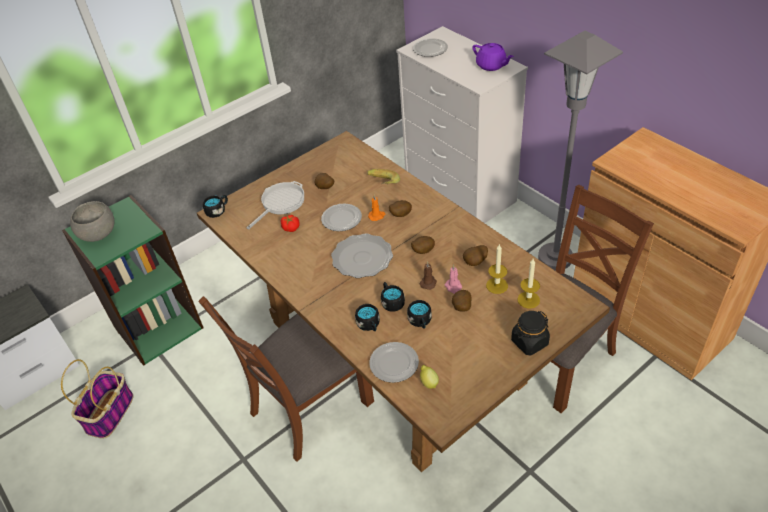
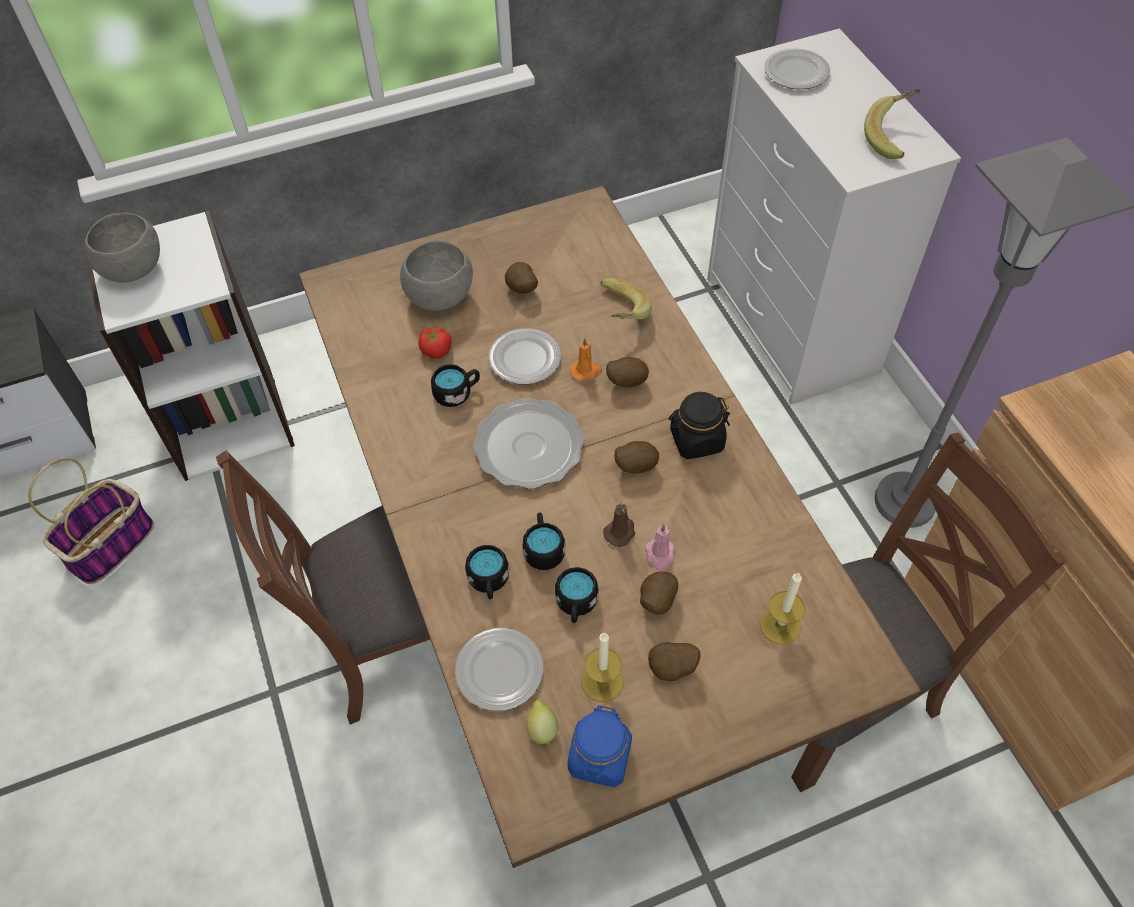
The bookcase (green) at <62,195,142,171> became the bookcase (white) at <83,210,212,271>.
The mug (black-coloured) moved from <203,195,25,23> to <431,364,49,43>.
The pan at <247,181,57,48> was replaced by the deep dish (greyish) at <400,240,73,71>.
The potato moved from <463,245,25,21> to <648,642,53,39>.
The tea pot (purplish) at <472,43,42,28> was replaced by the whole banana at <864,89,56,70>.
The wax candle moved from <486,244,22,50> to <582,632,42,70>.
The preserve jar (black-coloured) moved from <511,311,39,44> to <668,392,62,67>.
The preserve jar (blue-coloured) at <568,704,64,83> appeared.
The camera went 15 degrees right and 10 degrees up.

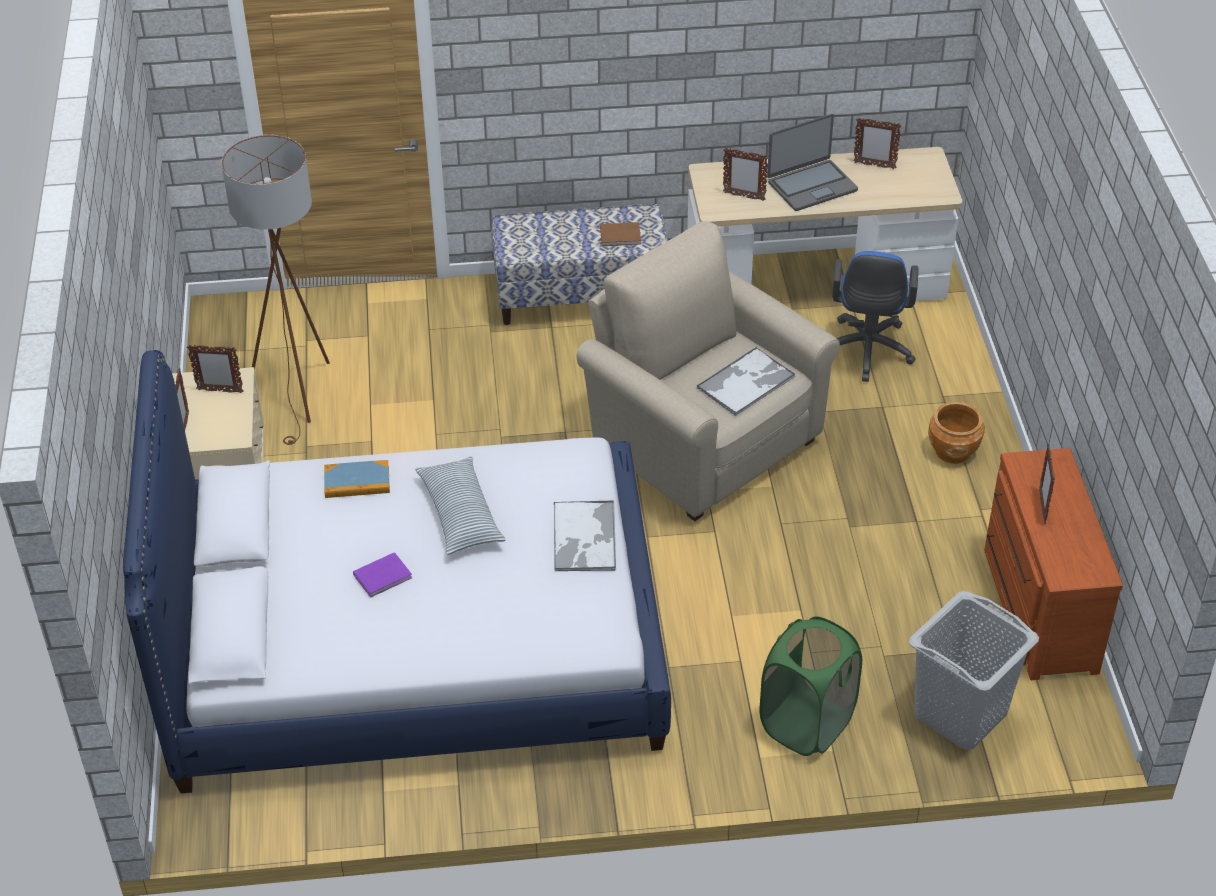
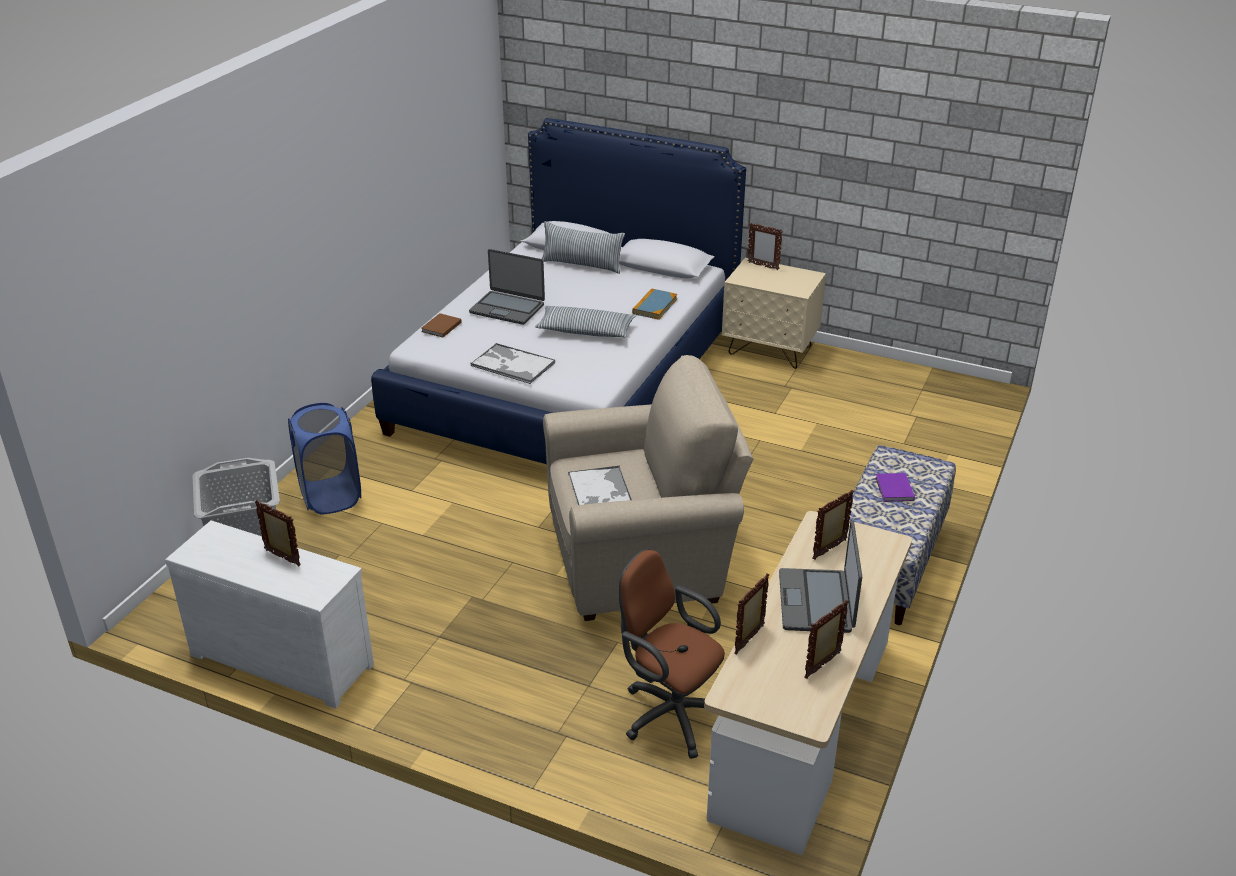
The photo frame moved from <187,345,57,48> to <734,573,36,81>.
The floor lamp (brown-coloured) at <221,135,109,310> disappeared.
The bound book (purplish) moved from <353,552,59,46> to <875,473,40,29>.
The bound book (brown-coloured) moved from <600,222,41,24> to <421,313,41,24>.
The hamper (green) at <760,616,102,140> became the hamper (blue-coloured) at <288,403,73,111>.
The computer chair (blue-coloured) at <832,251,86,131> became the computer chair (brown-coloured) at <619,549,106,210>.
The flower pot (brown-coloured) at <928,402,57,62> disappeared.
The dresser (brown-coloured) at <984,448,139,232> became the dresser (white) at <165,520,209,189>.
The laptop at <469,249,76,76> appeared.
The cushion at <541,221,84,53> appeared.
The camera went 120 degrees right and 10 degrees down.

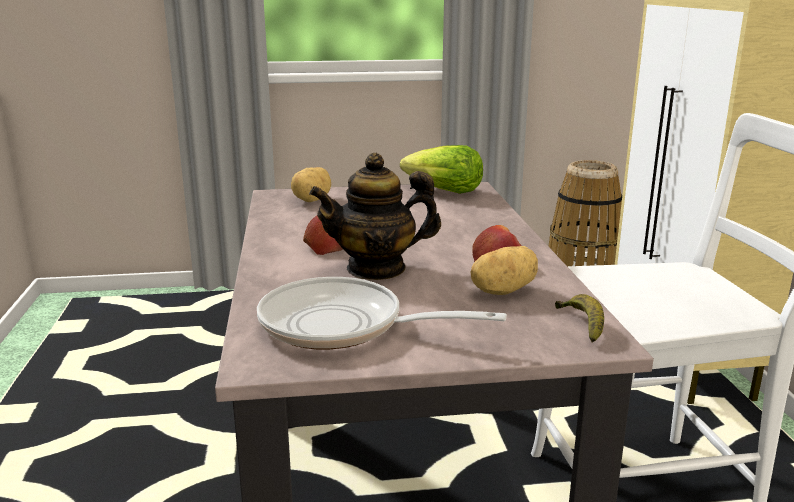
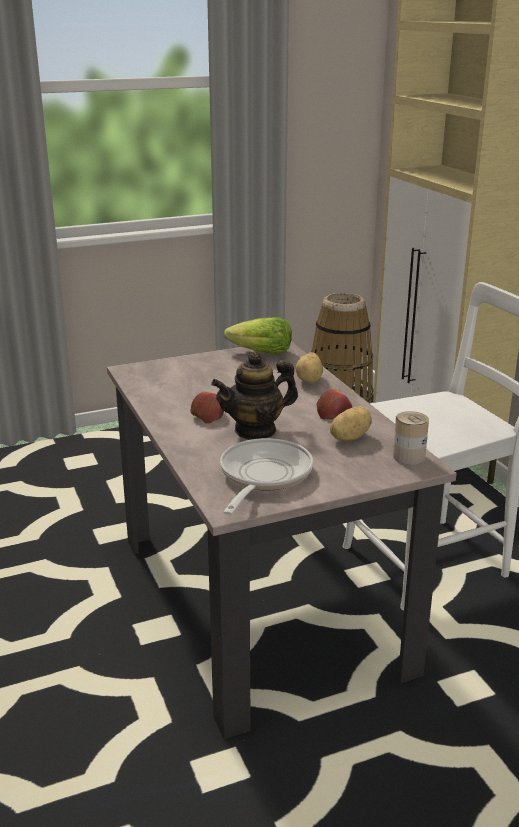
The pan at <257,277,250,72> turned 105 degrees clockwise.
The potato moved from <291,167,40,35> to <296,352,27,31>.
The whole banana at <555,294,49,48> was replaced by the sealed can at <393,411,36,54>.
The camera went 15 degrees left and 5 degrees up.

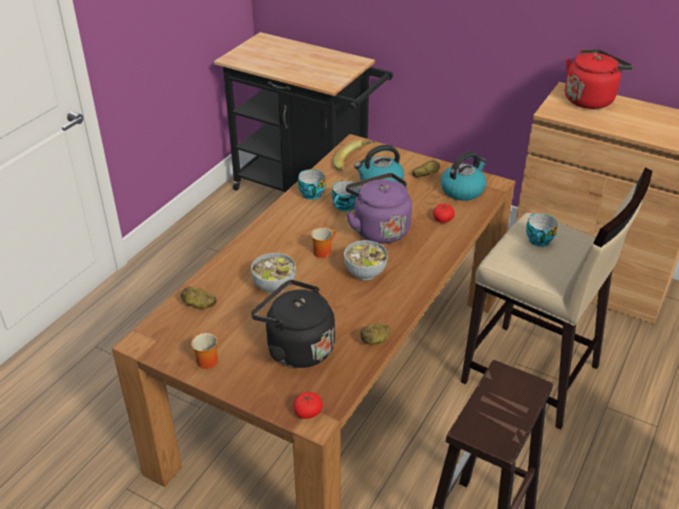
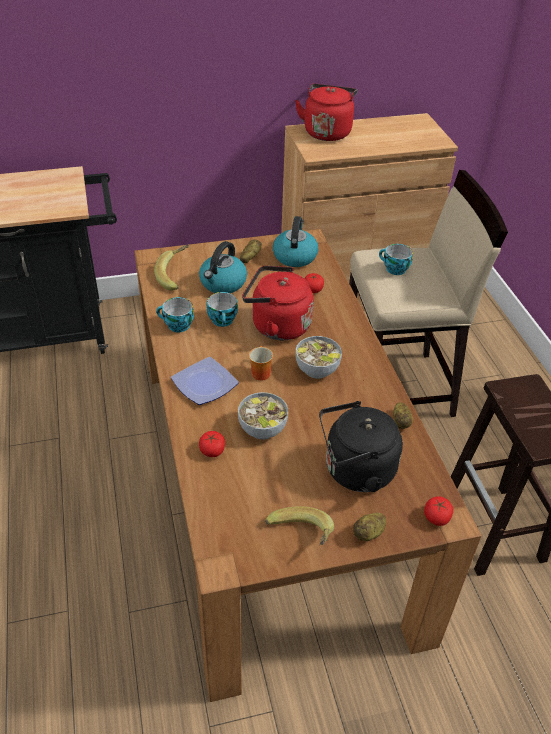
The potato moved from <181,286,36,23> to <353,513,33,28>.
The mug at <191,332,27,37> was replaced by the whole banana at <265,506,69,40>.
The water kettle (purplish) at <346,173,66,71> became the water kettle (reddish) at <242,266,72,74>.
The dinner plate at <171,357,68,48> appeared.
The whole tomato at <199,431,26,26> appeared.
The camera went 45 degrees left and 5 degrees up.

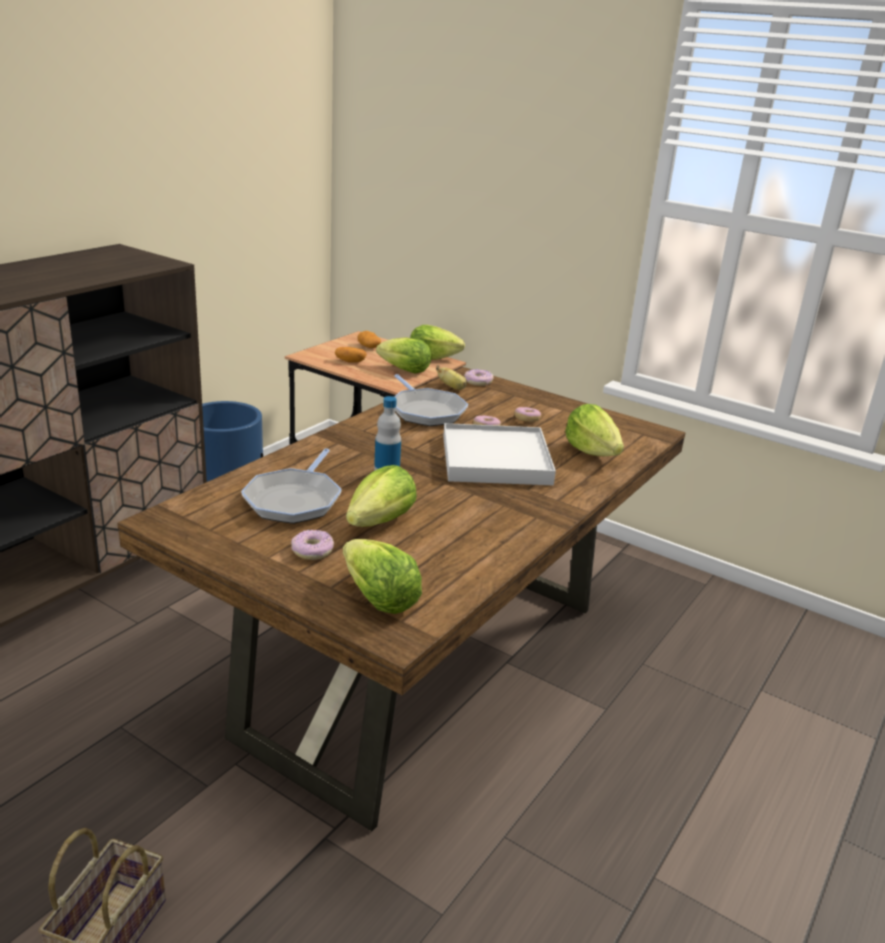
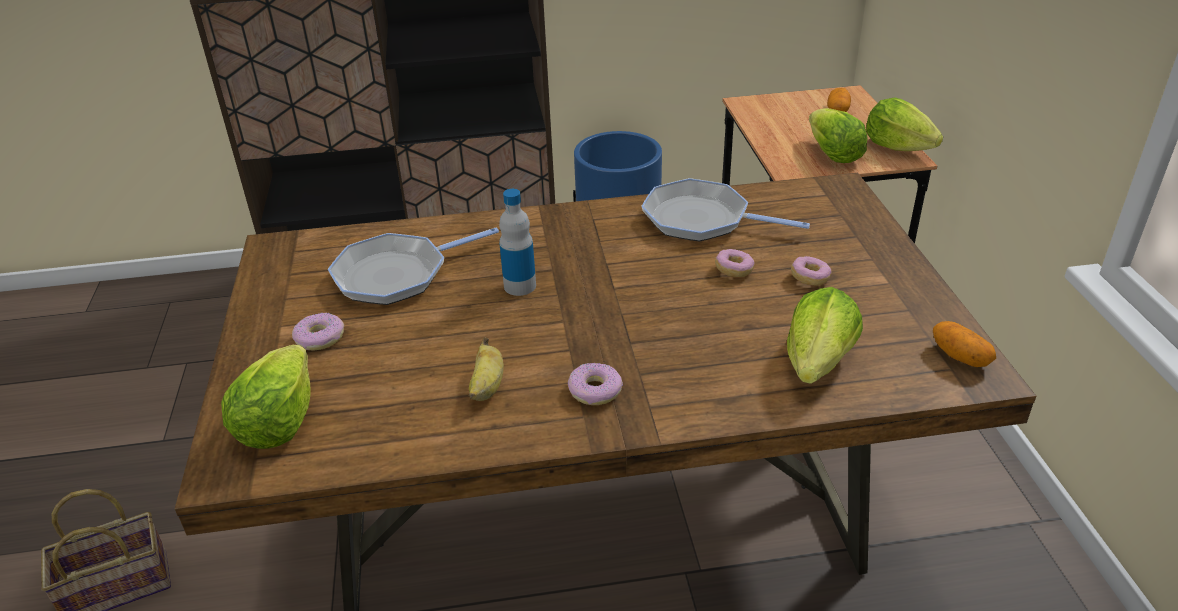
The potato moved from <335,347,32,16> to <933,321,63,46>.
The lettuce head at <346,465,71,62> disappeared.
The pan at <394,374,74,52> turned 90 degrees clockwise.
The whole banana moved from <436,365,31,25> to <469,337,35,64>.
The tray (white) at <443,423,113,62> disappeared.
The donut moved from <464,369,30,17> to <568,363,55,42>.
The camera went 50 degrees right and 10 degrees up.

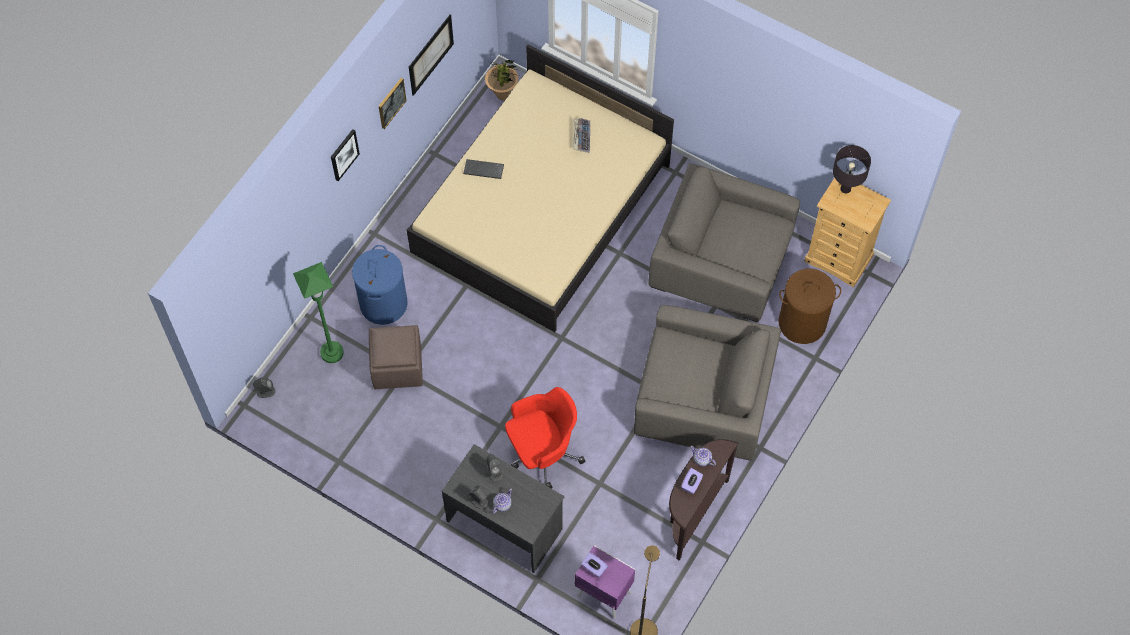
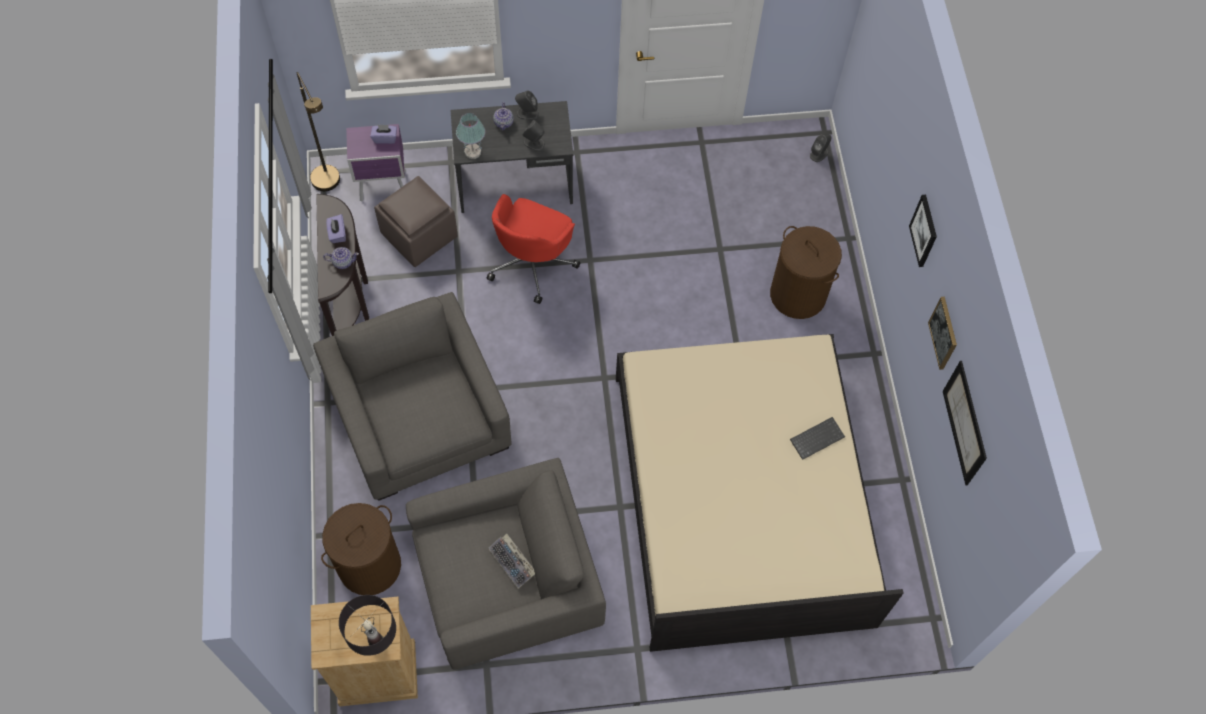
The floor lamp (green) at <293,262,51,101> disappeared.
The hamper (blue-coloured) at <352,245,56,80> became the hamper (brown-coloured) at <770,226,72,93>.
The footrest (brown-coloured) moved from <369,325,54,64> to <374,176,83,91>.
The houseplant at <485,60,34,41> disappeared.
The computer keyboard moved from <573,118,17,35> to <488,534,47,55>.
The armchair (greyish) at <634,305,147,156> turned 90 degrees clockwise.
The table lamp at <456,113,29,46> appeared.
The camera went 140 degrees right and 0 degrees up.

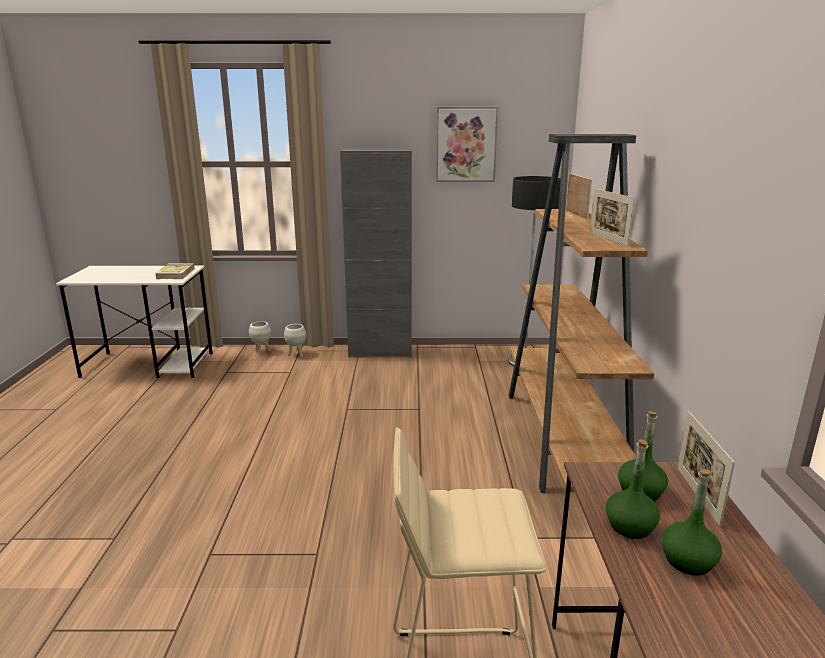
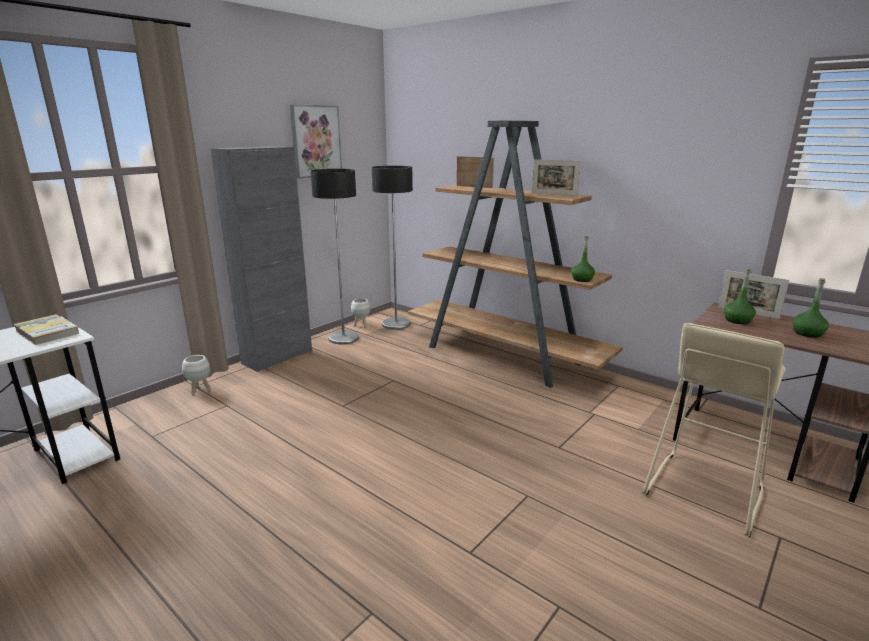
The flower pot (white) moved from <249,321,22,34> to <351,298,19,30>.
The drink bottle (green) moved from <606,439,54,100> to <571,236,24,46>.
The floor lamp at <310,169,49,175> appeared.
The camera went 50 degrees left and 0 degrees up.

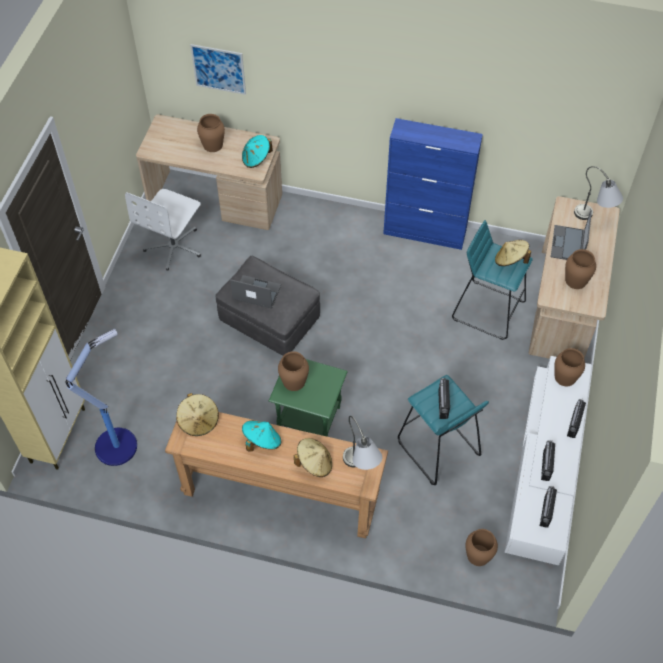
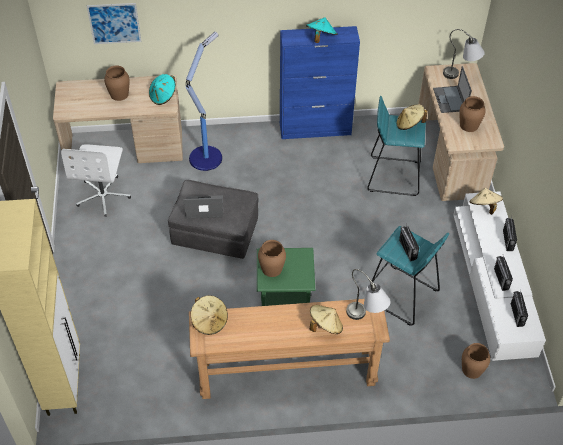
The floor lamp moved from <65,328,72,138> to <186,32,36,139>.
The clothing hat (turquoise-coloured) moved from <242,421,39,31> to <306,18,32,25>.
The decorative vase (brown-coloured) at <554,348,31,38> was replaced by the clothing hat (beige) at <470,188,33,27>.
The camera went 20 degrees left and 5 degrees down.

